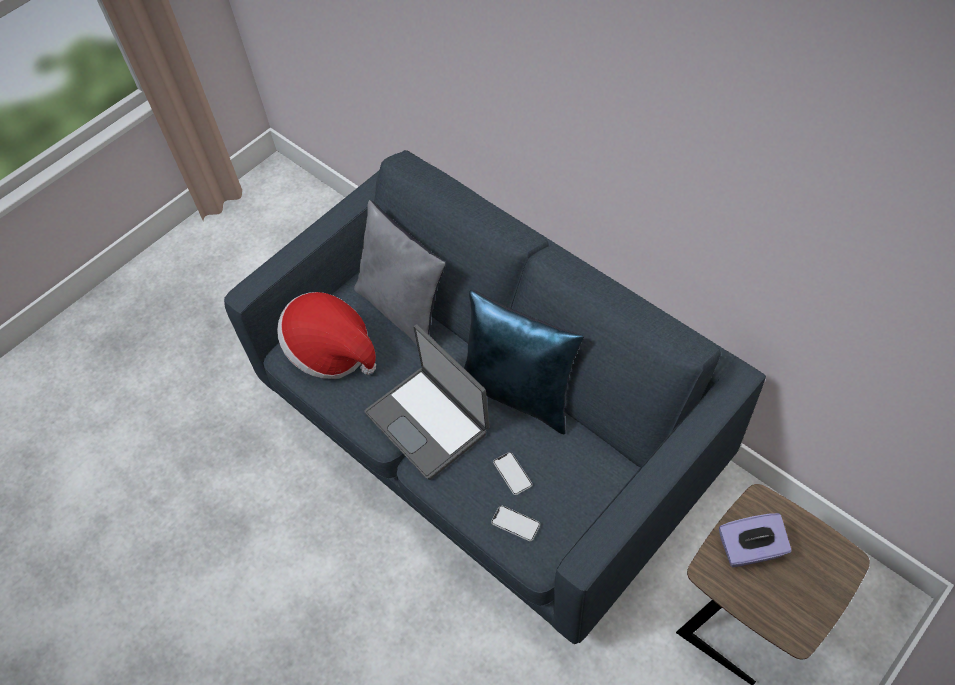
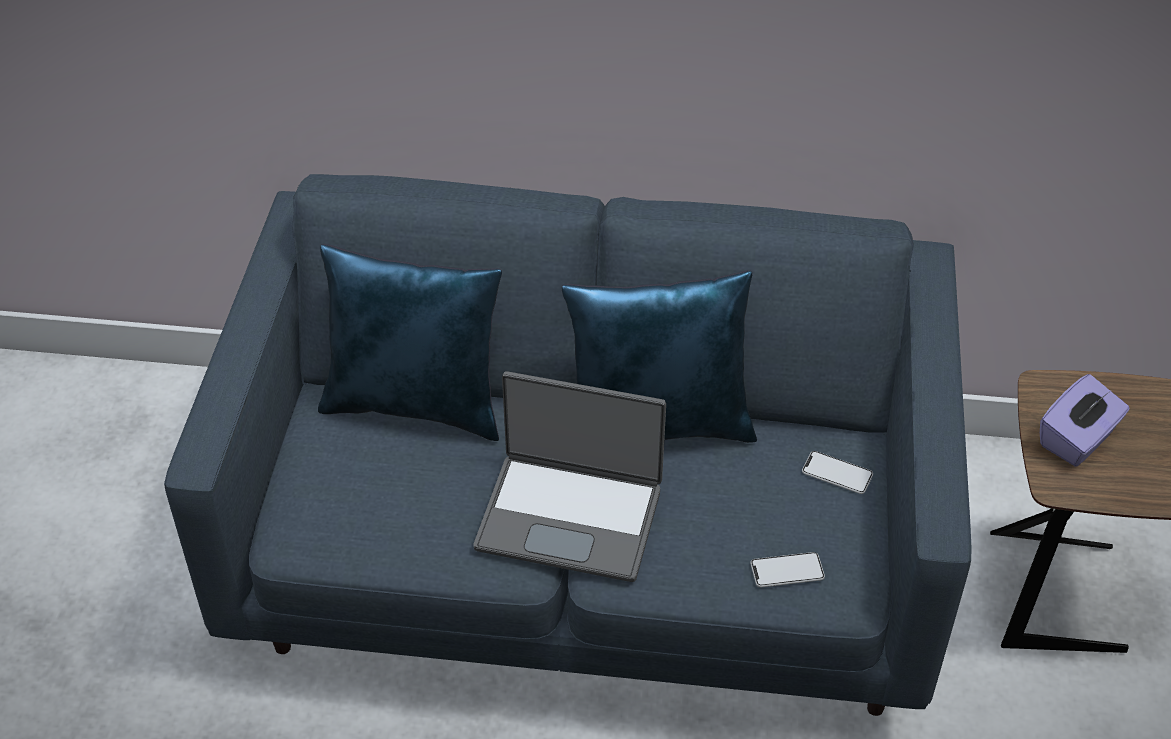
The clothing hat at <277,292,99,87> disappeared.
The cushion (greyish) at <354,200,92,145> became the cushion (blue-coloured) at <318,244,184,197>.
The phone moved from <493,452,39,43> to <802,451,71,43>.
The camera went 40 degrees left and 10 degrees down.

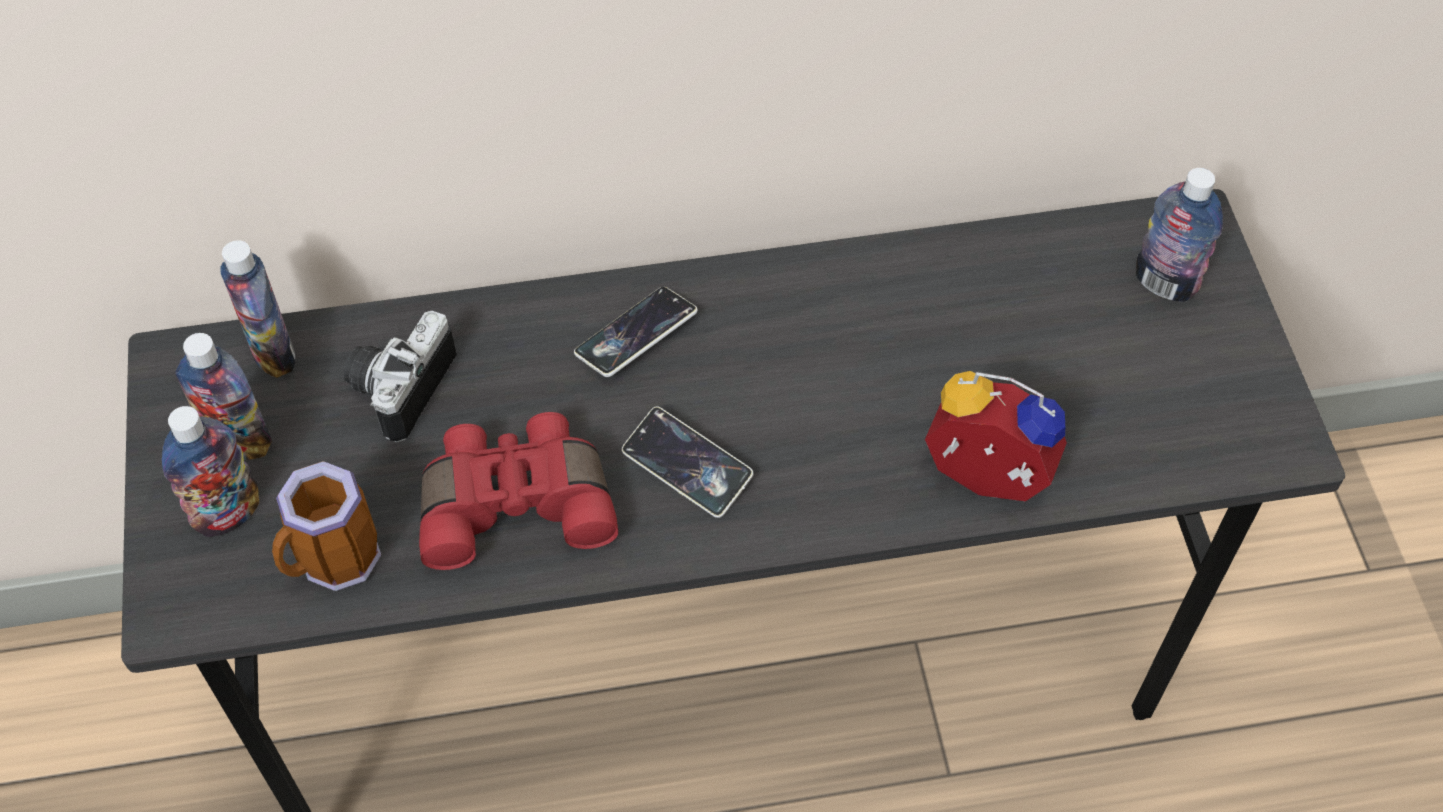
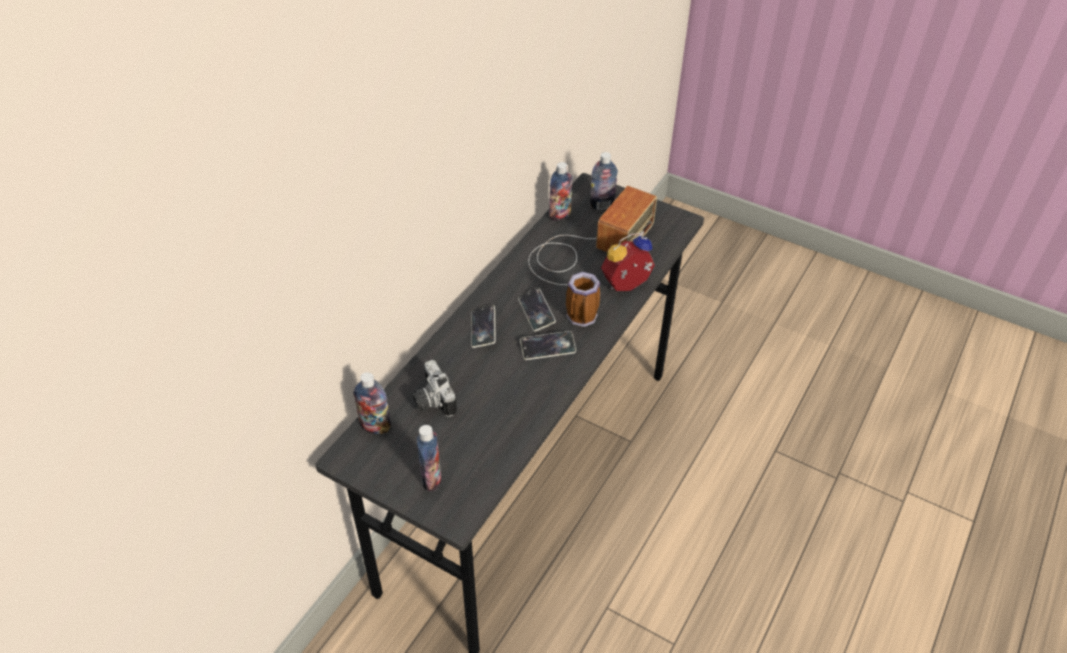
The drink bottle moved from <175,333,97,127> to <549,162,23,59>.
The mug moved from <272,461,109,130> to <566,272,34,55>.
The binoculars (reddish) at <419,412,199,158> disappeared.
The phone at <518,288,38,44> appeared.
The radio at <528,186,129,99> appeared.
The camera went 50 degrees left and 10 degrees down.

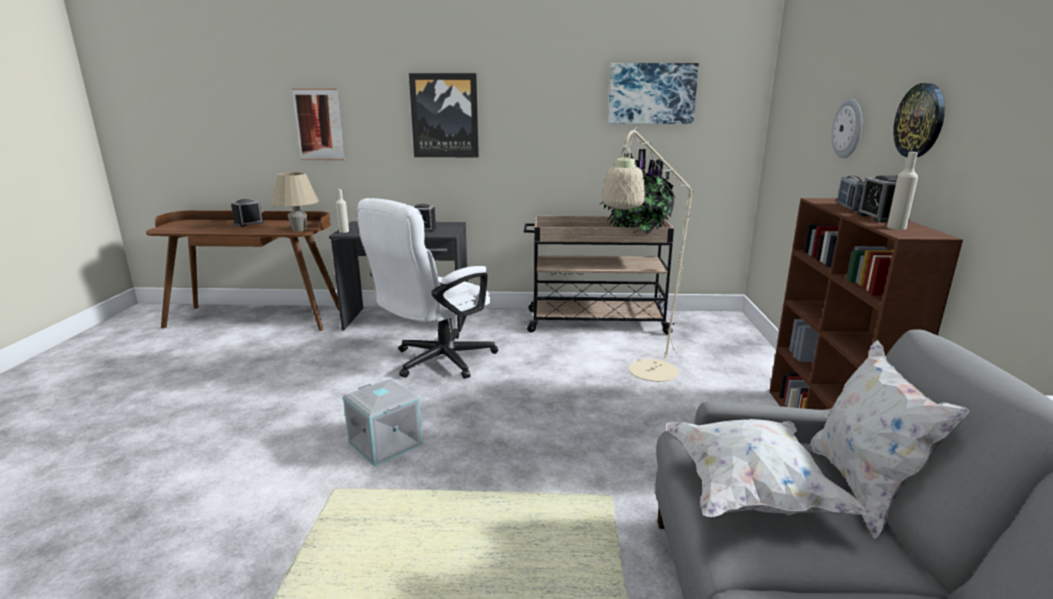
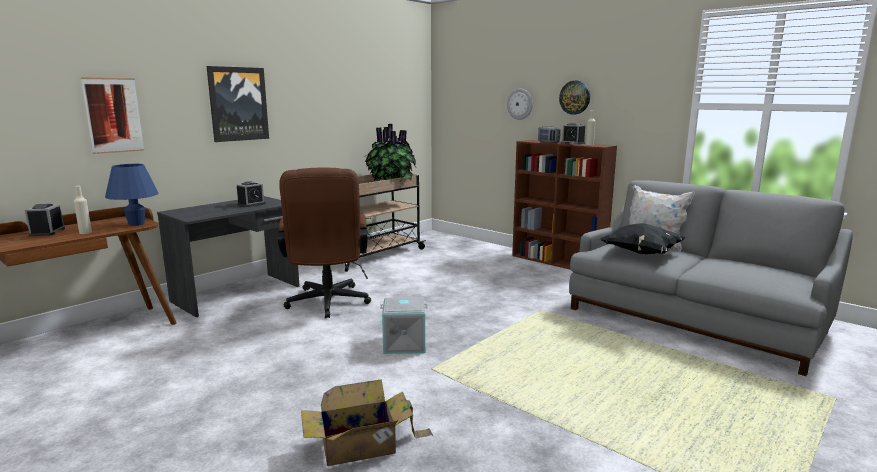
The table lamp (beige) at <272,172,47,59> became the table lamp (blue-coloured) at <105,164,54,62>.
The drink bottle (beige) moved from <336,189,13,44> to <74,186,18,48>.
The computer chair (white) at <357,198,141,181> became the computer chair (brown-coloured) at <277,167,94,151>.
The floor lamp (beige) at <602,127,115,255> disappeared.
The wall picture at <608,63,91,61> disappeared.
The cushion (white) at <666,419,204,100> became the cushion (black-coloured) at <600,223,86,31>.
The cardboard box at <301,379,132,87> appeared.
The camera went 50 degrees left and 5 degrees down.

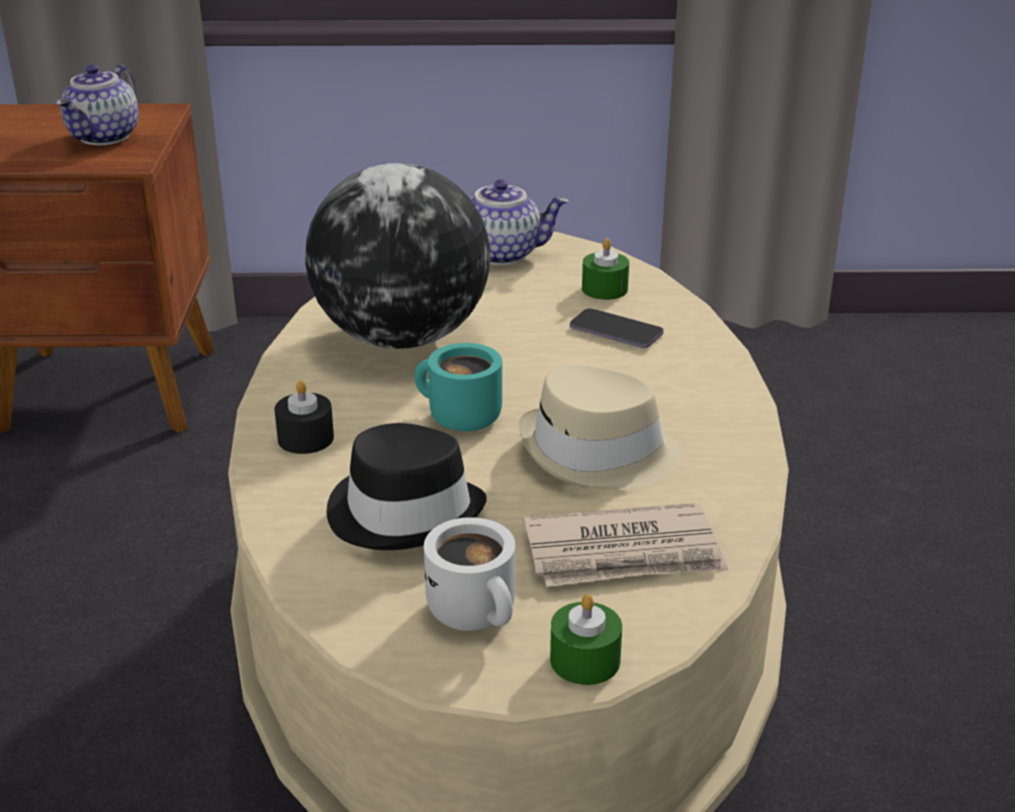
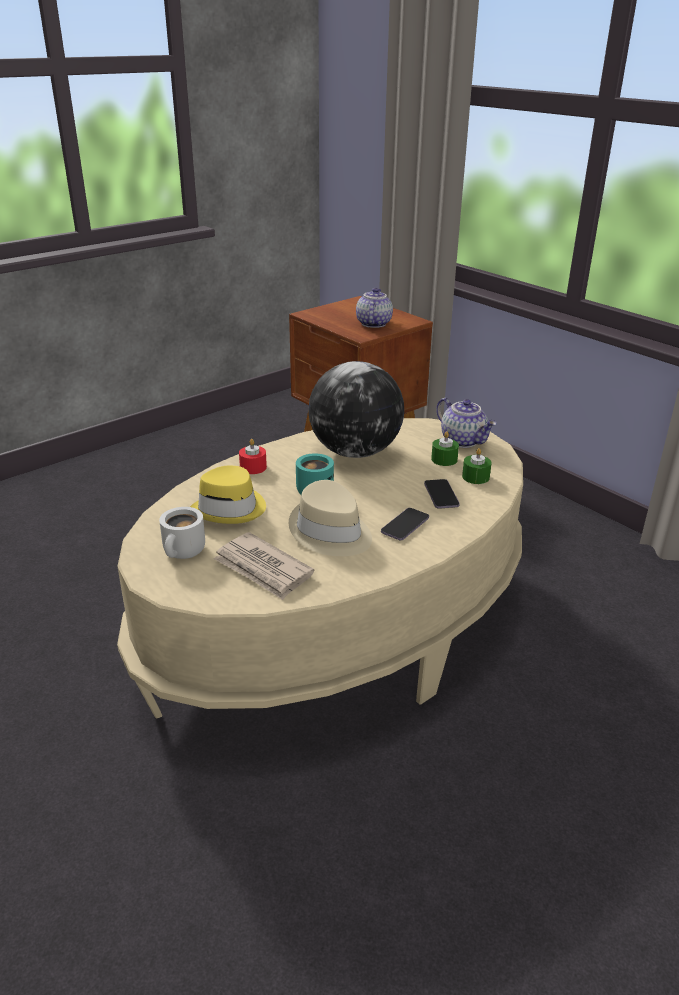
The tea pot at <56,65,83,80> turned 120 degrees clockwise.
The wax candle (black-coloured) at <274,380,60,74> became the wax candle (reddish) at <239,439,28,35>.
The clothing hat (black-coloured) at <327,423,160,127> became the clothing hat (yellow) at <190,466,76,58>.
The wax candle (green) moved from <550,594,72,91> to <431,431,28,35>.
The phone at <381,508,48,32> appeared.
The camera went 50 degrees right and 0 degrees up.

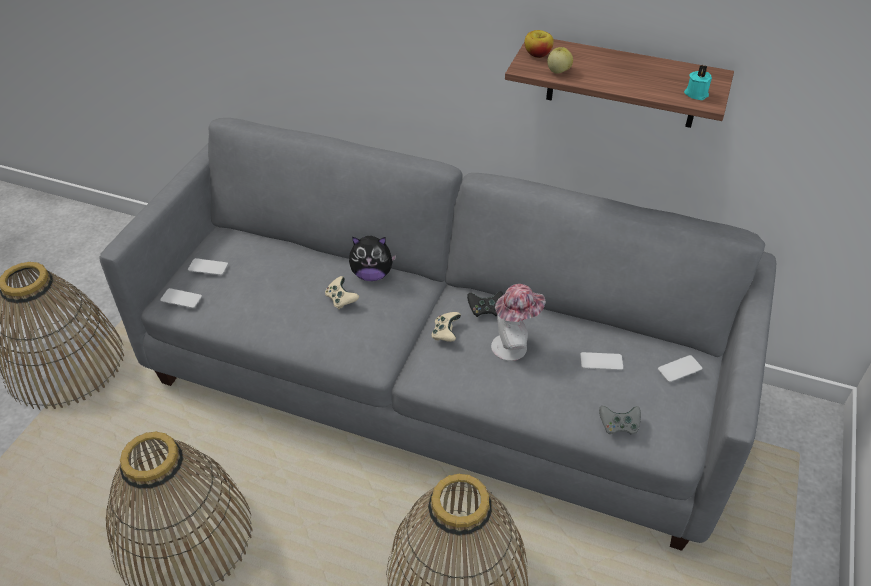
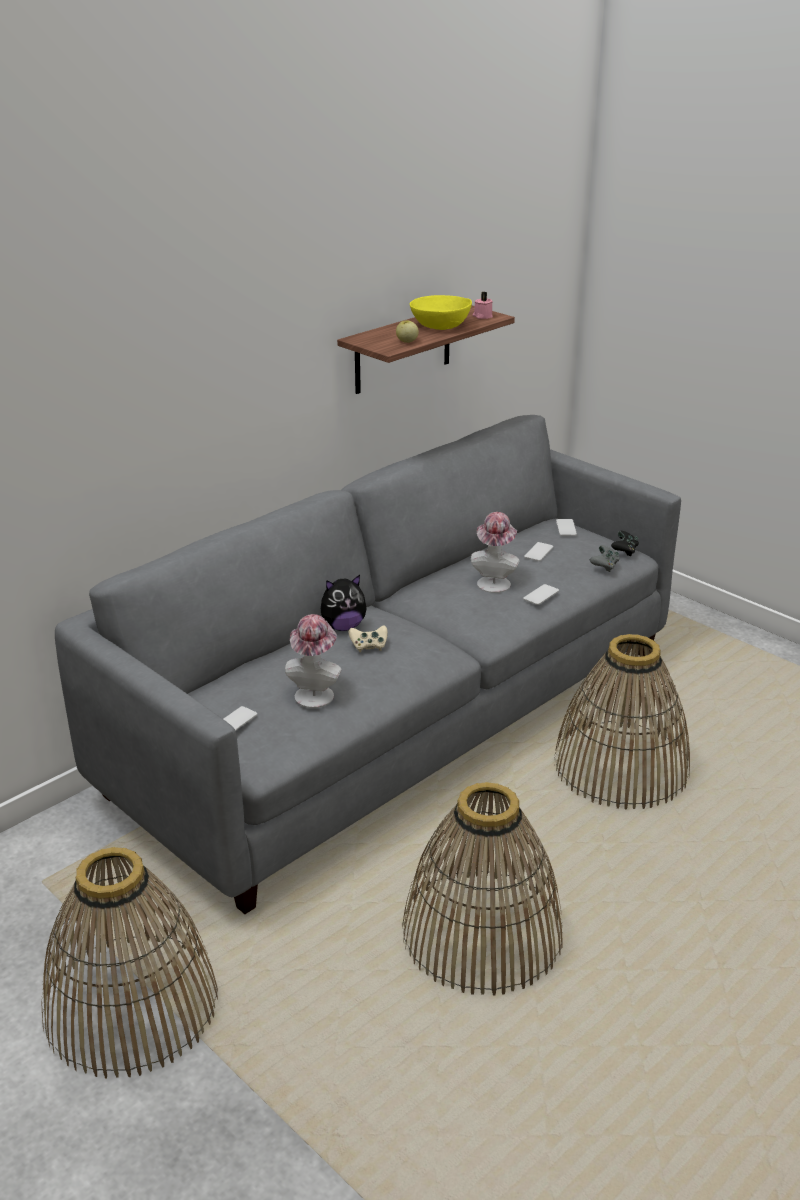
The phone moved from <160,288,42,20> to <523,584,36,21>.
The plush toy at <349,236,48,45> turned 45 degrees clockwise.
The gamepad (beige) at <431,312,30,30> disappeared.
The gamepad (black-coloured) moved from <467,292,36,25> to <611,531,28,25>.
The whole apple at <525,30,29,28> disappeared.
The wax candle (turquoise-coloured) at <684,65,28,35> became the wax candle (pinkish) at <472,292,21,27>.
The clothing hat at <285,614,57,94> appeared.
The deep dish (yellow) at <410,295,62,35> appeared.
The camera went 65 degrees left and 15 degrees down.

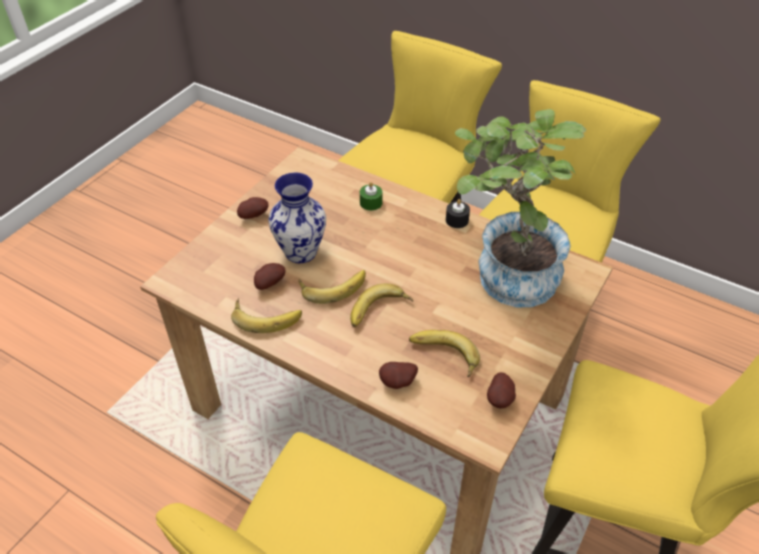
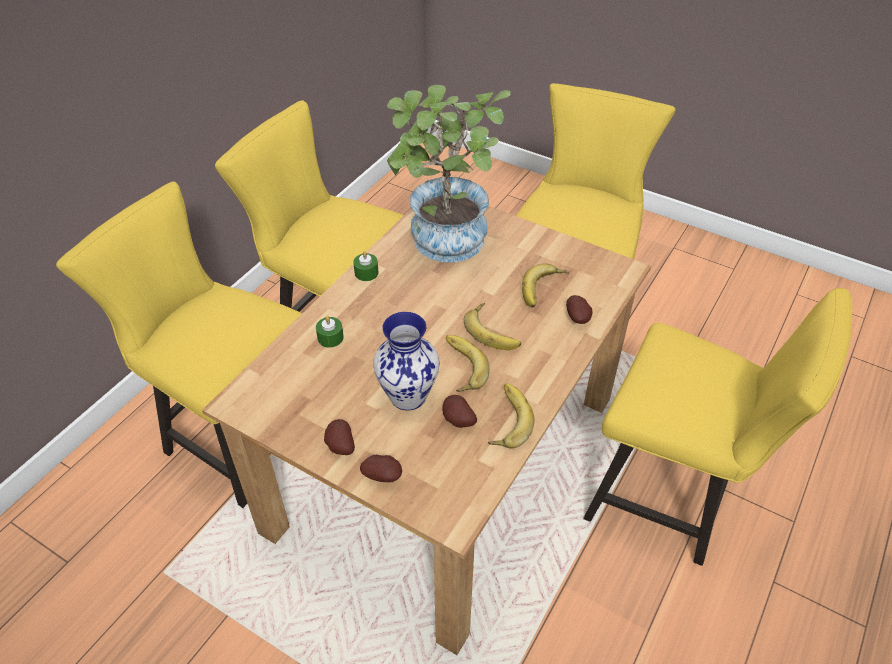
The wax candle (black-coloured) at <446,199,24,29> became the wax candle (green) at <353,251,26,30>.
The potato moved from <487,372,29,37> to <360,455,42,27>.
The camera went 90 degrees left and 0 degrees up.

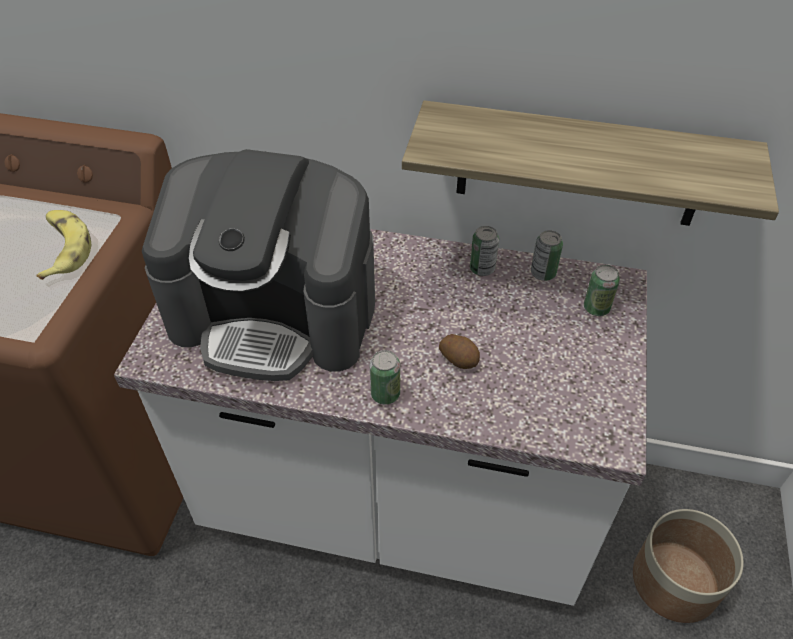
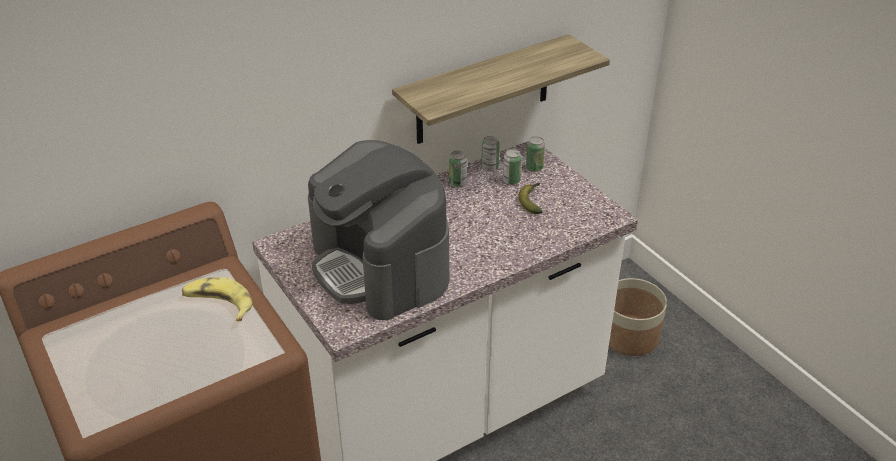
The coffee brewer at <142,149,233,232> turned 90 degrees clockwise.
The sealed can moved from <369,350,31,55> to <503,149,19,36>.
The potato at <439,334,41,35> disappeared.
The whole banana at <519,183,24,31> appeared.
The camera went 45 degrees left and 10 degrees down.

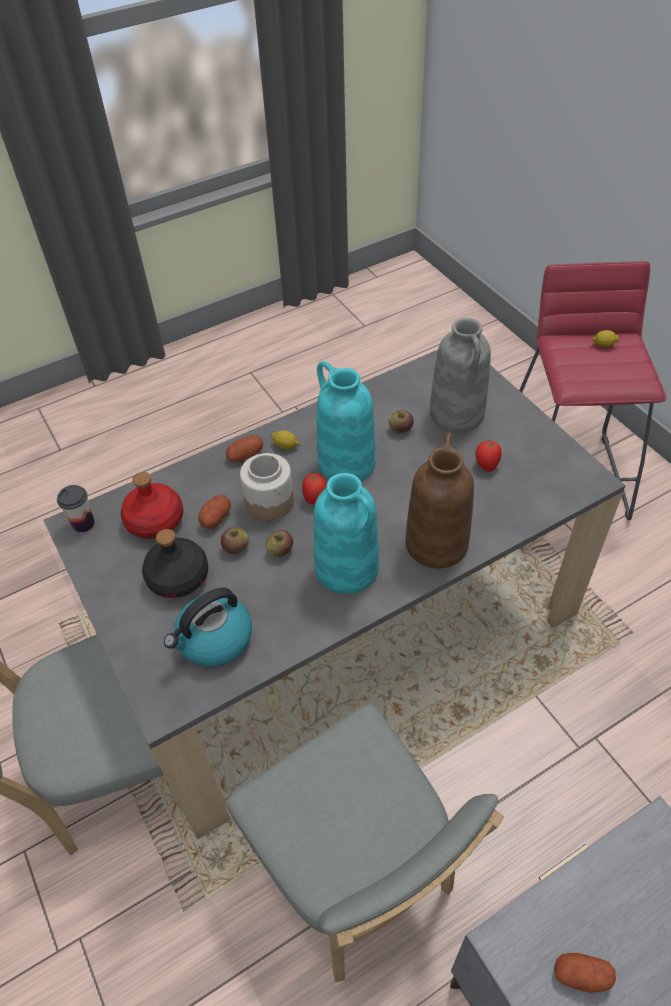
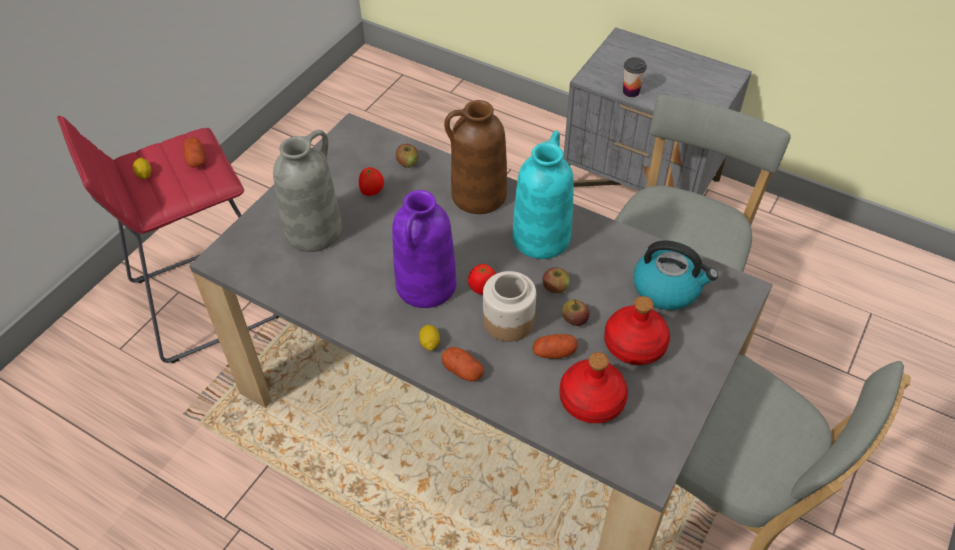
The drinking cup moved from <57,485,38,47> to <623,57,24,40>.
The drink bottle (black-coloured) at <142,529,66,69> became the drink bottle (reddish) at <604,296,66,69>.
The decorative vase (turquoise-coloured) at <317,361,59,120> became the decorative vase (purplish) at <392,190,64,118>.
The whole apple moved from <389,410,25,23> to <396,144,23,24>.
The potato moved from <554,953,62,40> to <183,137,22,31>.
The camera went 120 degrees left and 0 degrees up.

